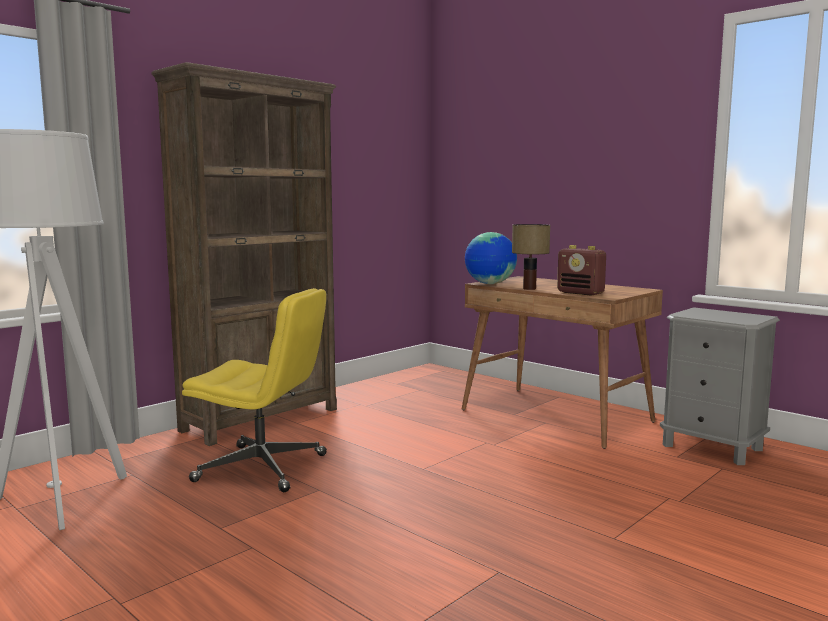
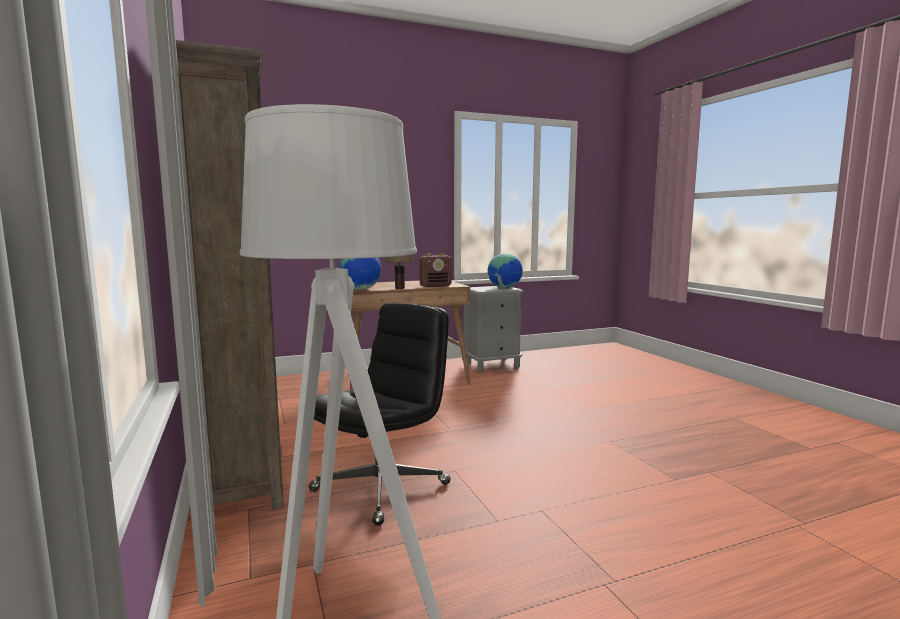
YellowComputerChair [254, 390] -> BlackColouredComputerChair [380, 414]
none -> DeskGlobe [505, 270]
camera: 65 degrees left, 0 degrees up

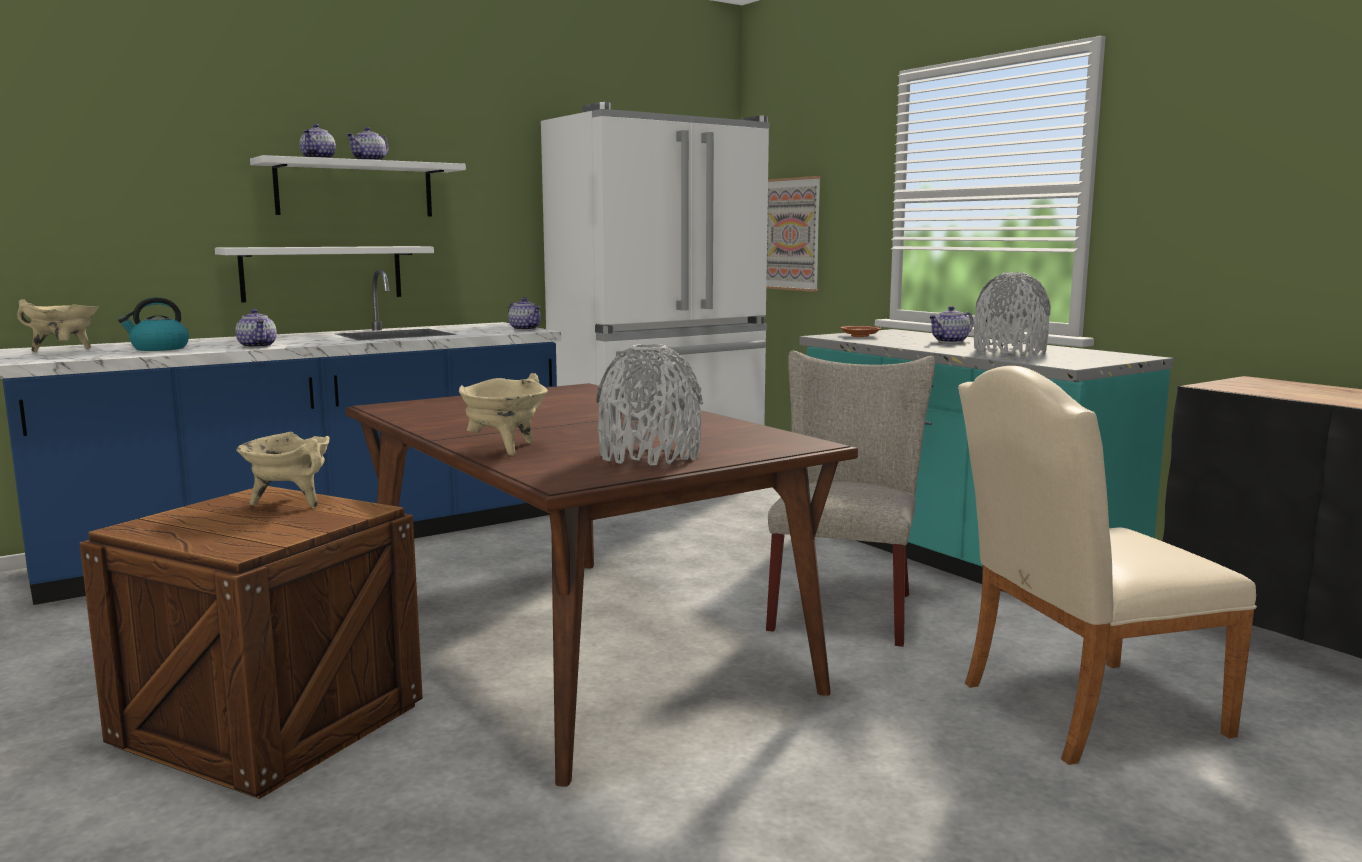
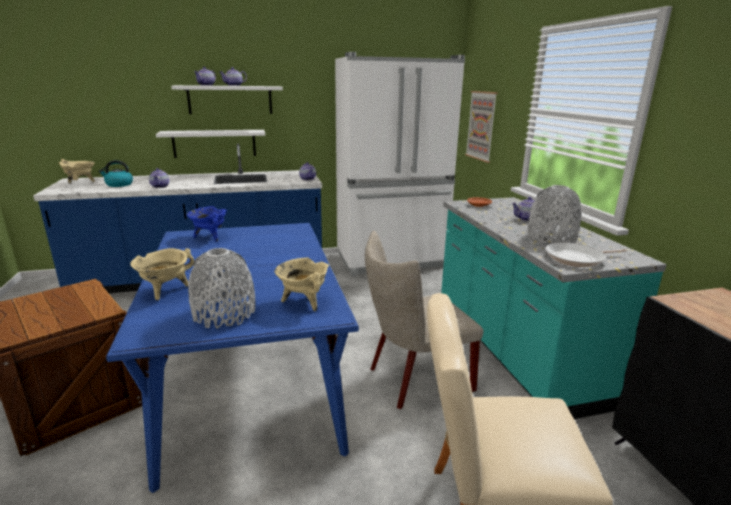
BrownishDiningTable [602, 585] -> BlueColouredDiningTable [232, 358]
none -> BlueColouredCookingPot [206, 224]
BeigeColouredCookingPot [283, 470] -> BeigeColouredCookingPot [301, 284], moved
BeigeColouredUprightChair [850, 499] -> BeigeColouredUprightChair [424, 320], 150 degrees counterclockwise
none -> FryingPan [586, 254]
camera: 20 degrees right, 10 degrees up

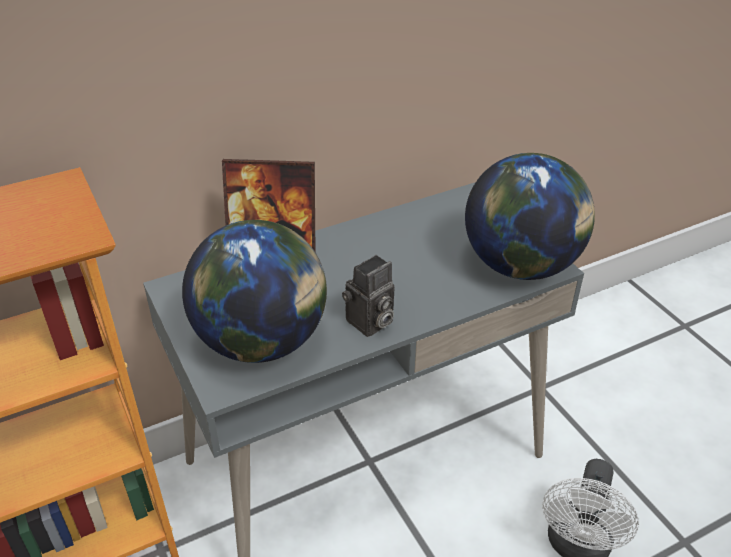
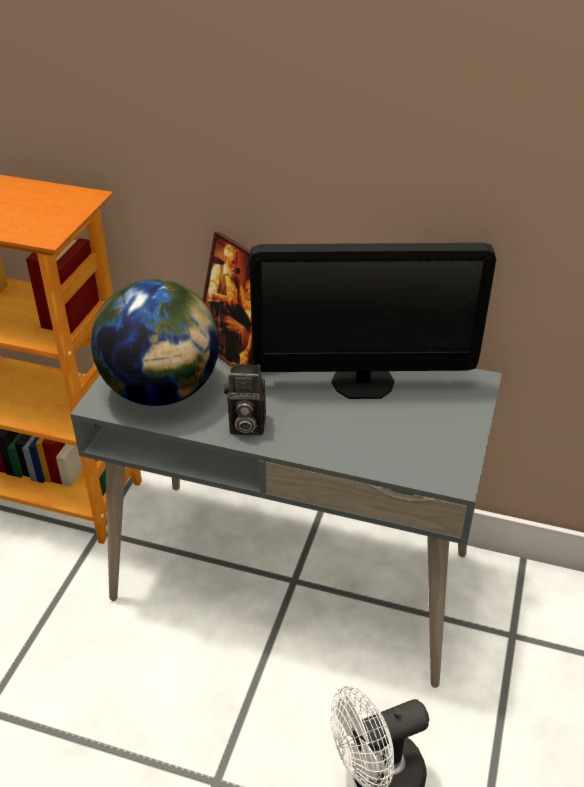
none -> Monitor [372, 321]
DeskGlobe [530, 216] -> none
camera: 45 degrees right, 0 degrees up

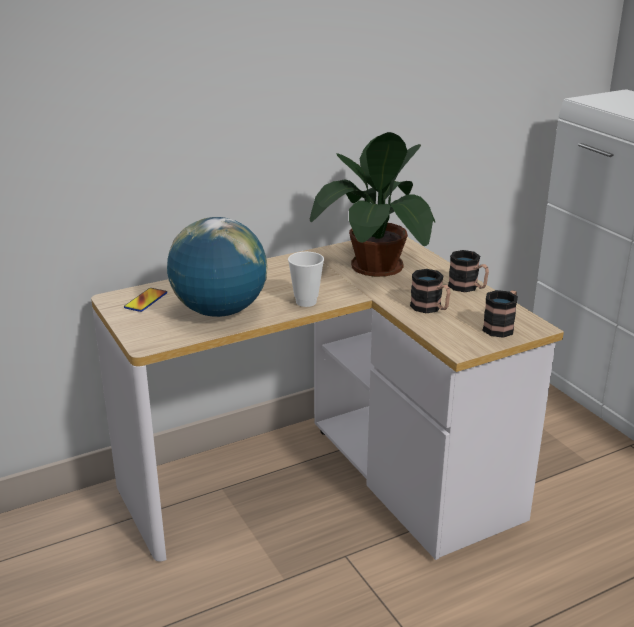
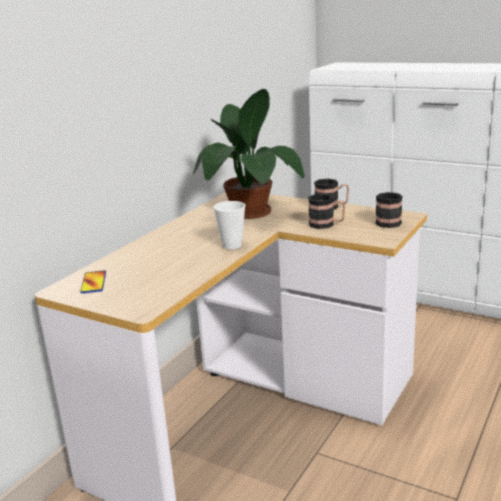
DeskGlobe [217, 267] -> none
camera: 30 degrees left, 5 degrees down

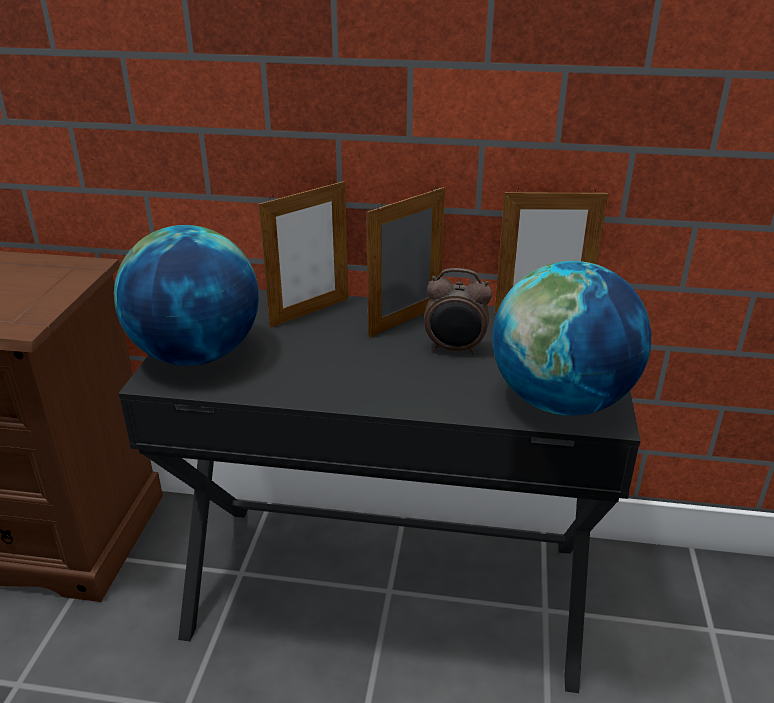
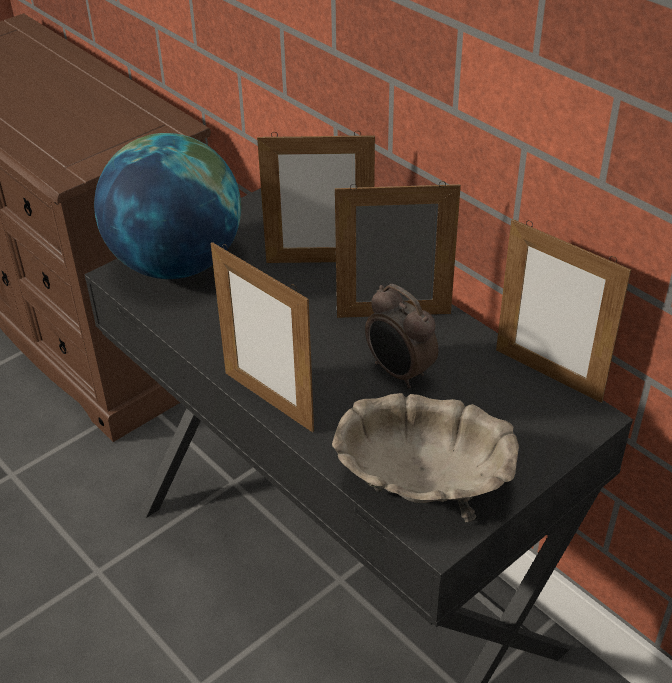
none -> PictureFrame [262, 337]
DeskGlobe [572, 338] -> BeigeColouredDeepDish [425, 458]
camera: 40 degrees right, 10 degrees up

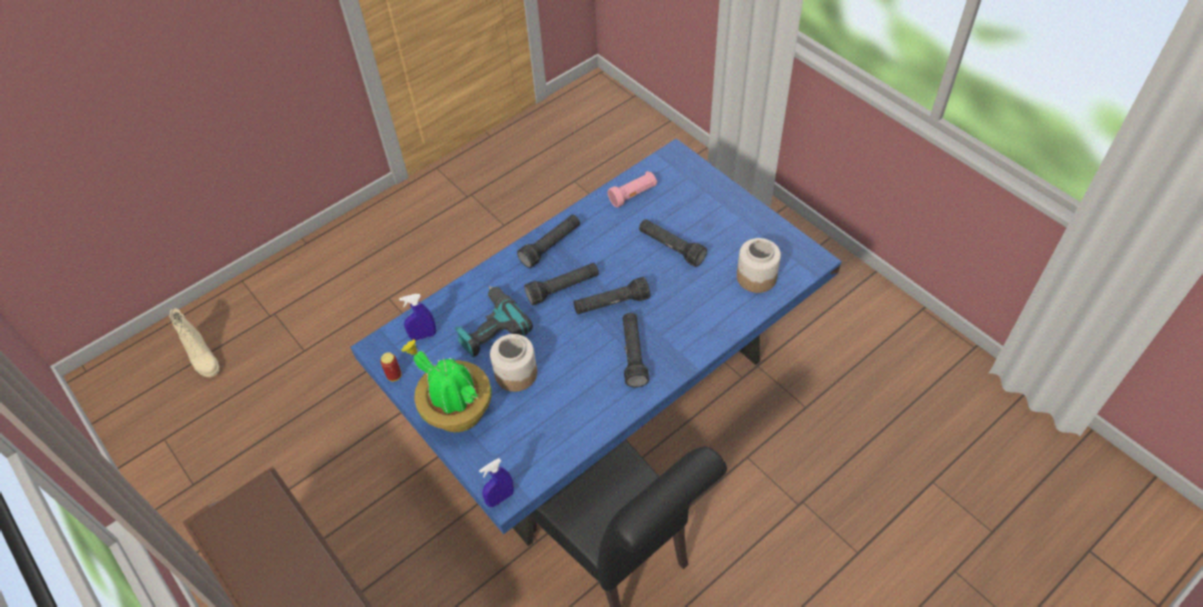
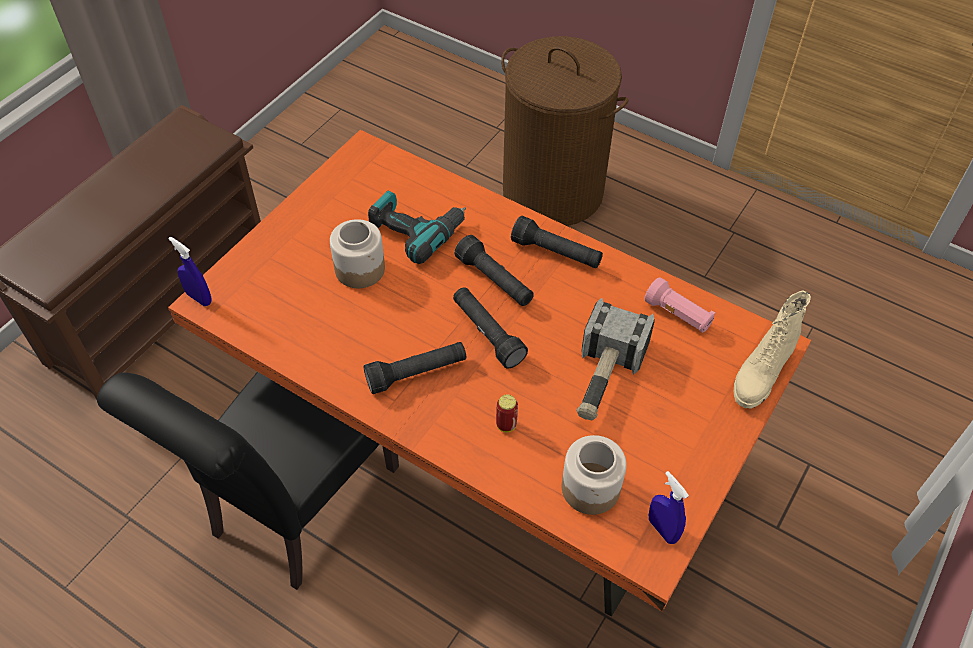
BlueColouredDiningTable [596, 342] -> OrangeDiningTable [489, 373]
MetalCan [391, 366] -> MetalCan [507, 413], moved
none -> BrownishHamper [564, 131]
BlackColouredFlashlight [673, 243] -> ToolHammer [615, 359]
BlueColouredSprayer [417, 317] -> BlueColouredSprayer [669, 507], moved
BeigeColouredTallBoot [194, 342] -> BeigeColouredTallBoot [772, 350], moved
Houseplant [446, 385] -> none
camera: 70 degrees right, 0 degrees up

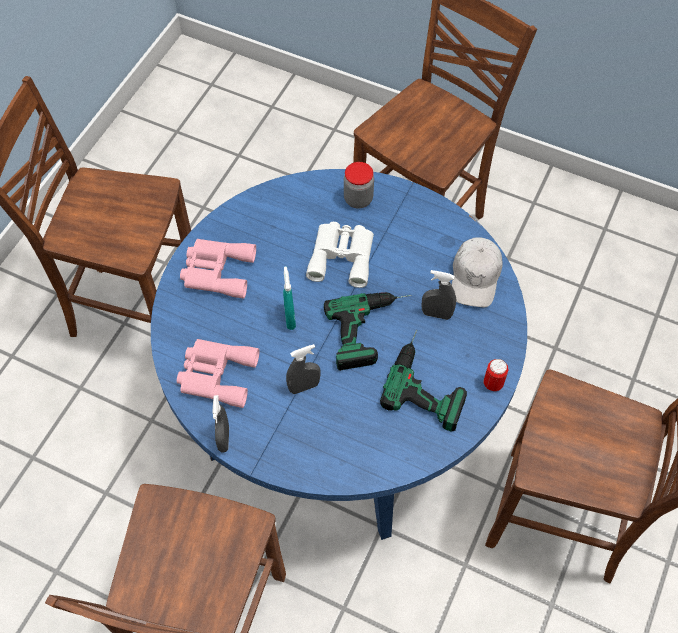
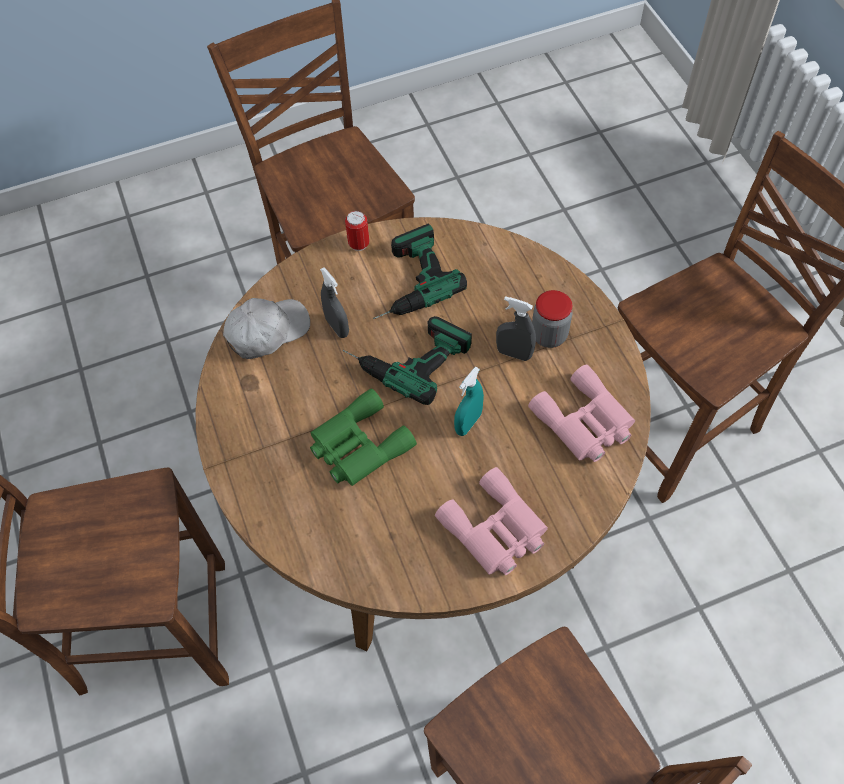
BlueColouredDiningTable [339, 354] -> BrownishDiningTable [423, 434]
WhiteFieldGlasses [340, 255] -> GreenishFieldGlasses [363, 437]
PreserveJar [359, 185] -> PreserveJar [552, 319], moved
GreyishSprayer [220, 424] -> none
camera: 135 degrees left, 0 degrees up

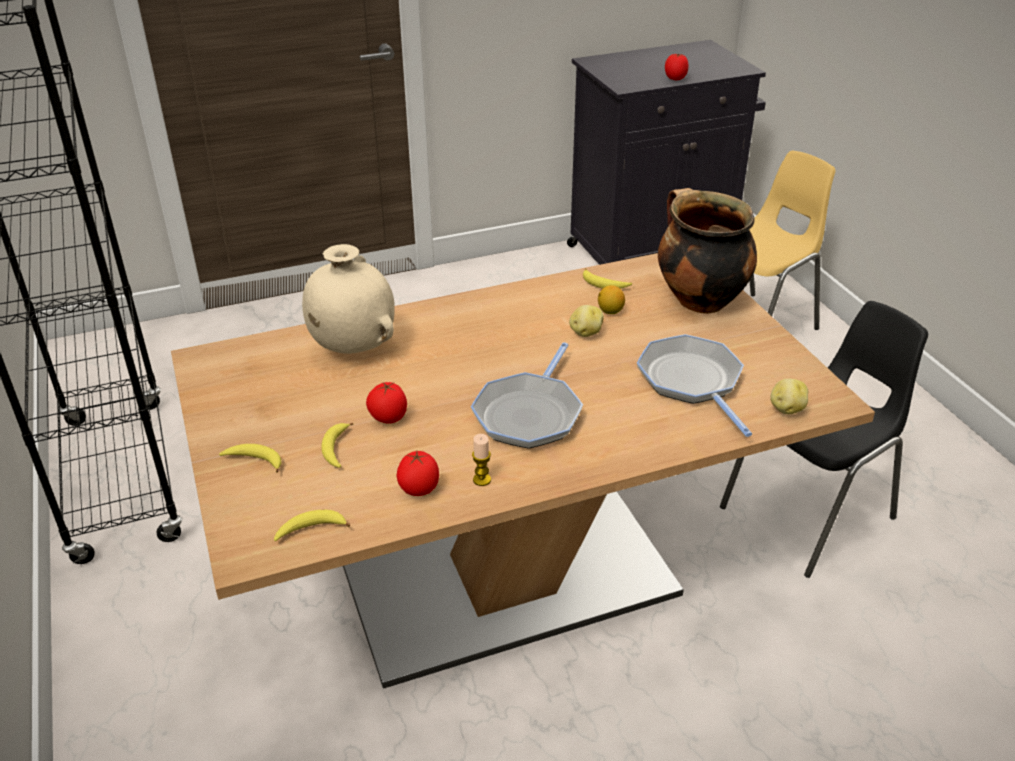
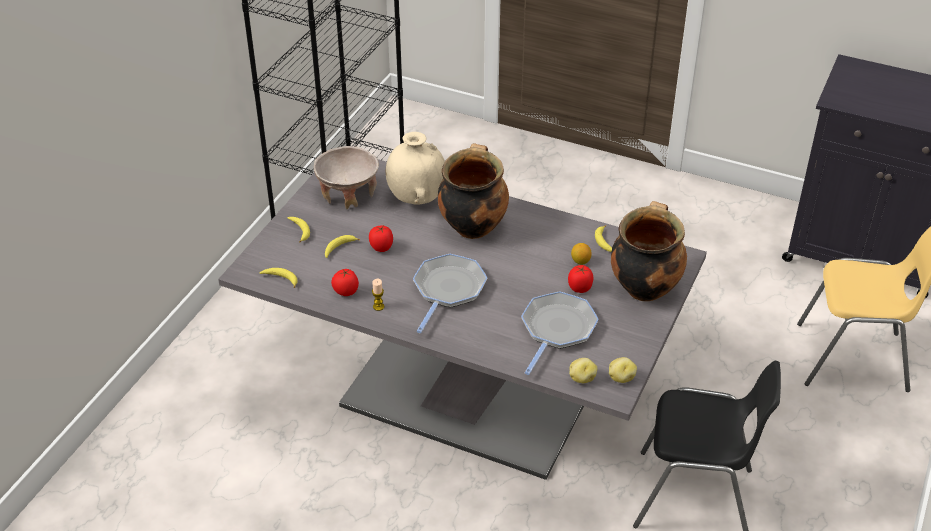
BrownishDiningTable [523, 471] -> GreyishDiningTable [462, 319]
none -> BeigeColouredDeepDish [346, 178]
FryingPan [527, 395] -> FryingPan [450, 293], 135 degrees clockwise
none -> CookingPot [473, 191]
WholeTomato [677, 67] -> WholeTomato [580, 279], moved
WholePotato [586, 321] -> WholePotato [623, 370], moved
camera: 45 degrees right, 5 degrees up

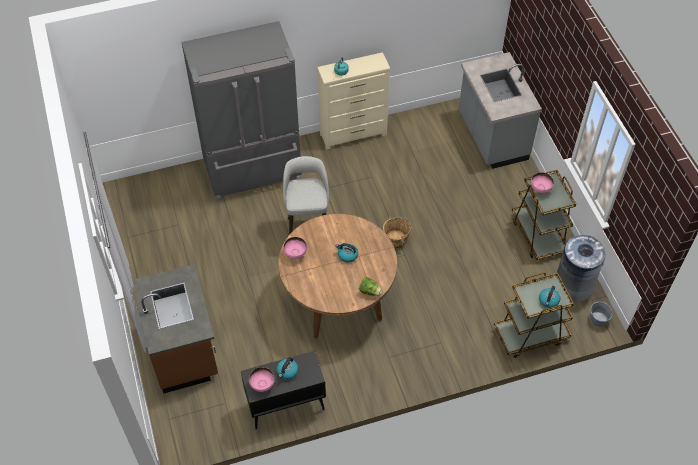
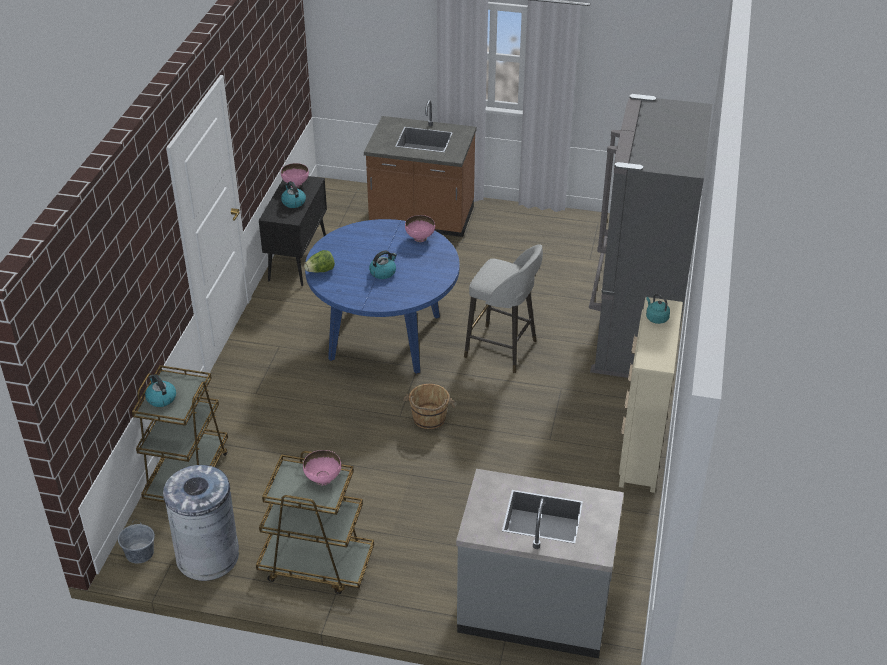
BrownishDiningTable [337, 276] -> BlueColouredDiningTable [382, 296]
camera: 120 degrees right, 15 degrees down

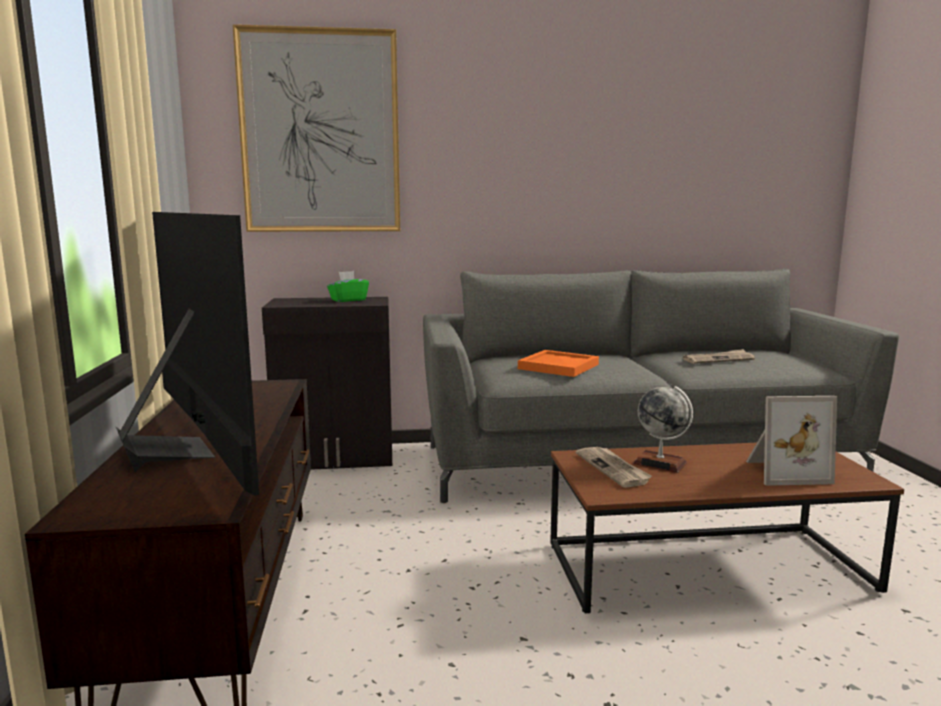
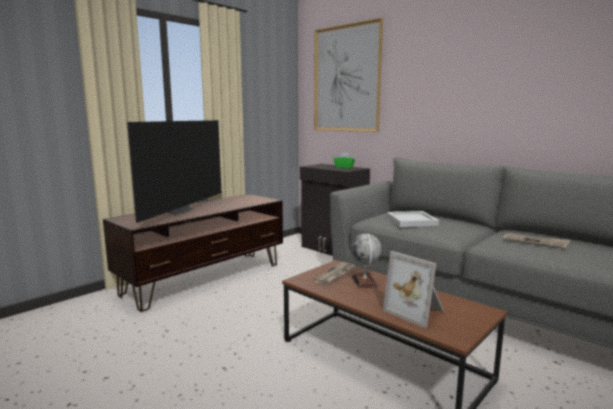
OrangeCarryingTray [558, 363] -> WhiteCarryingTray [413, 219]
camera: 50 degrees right, 0 degrees up

